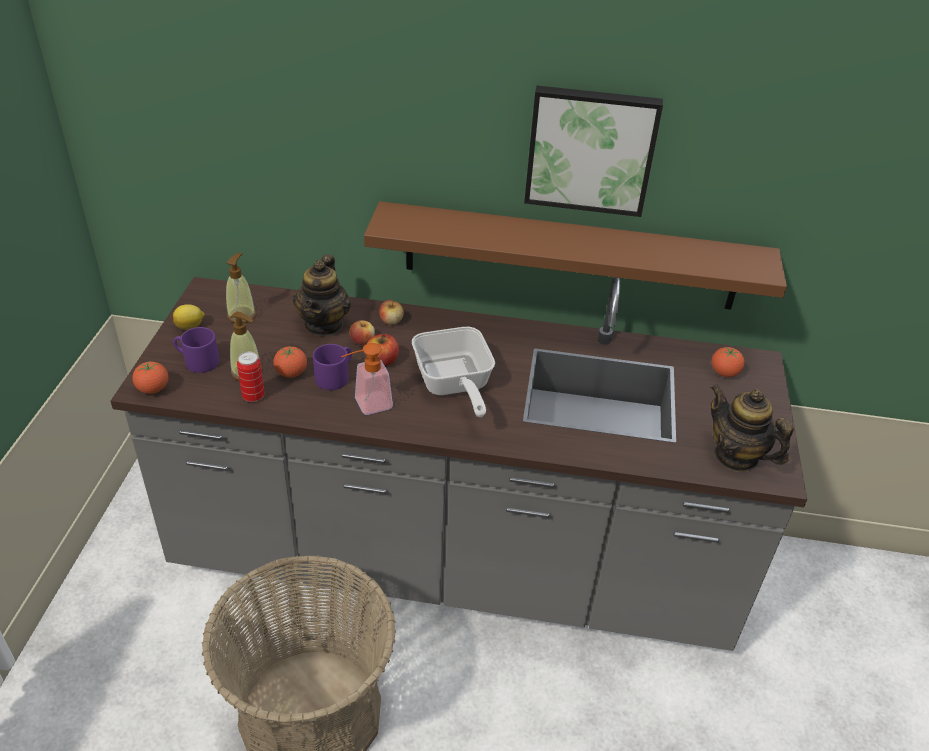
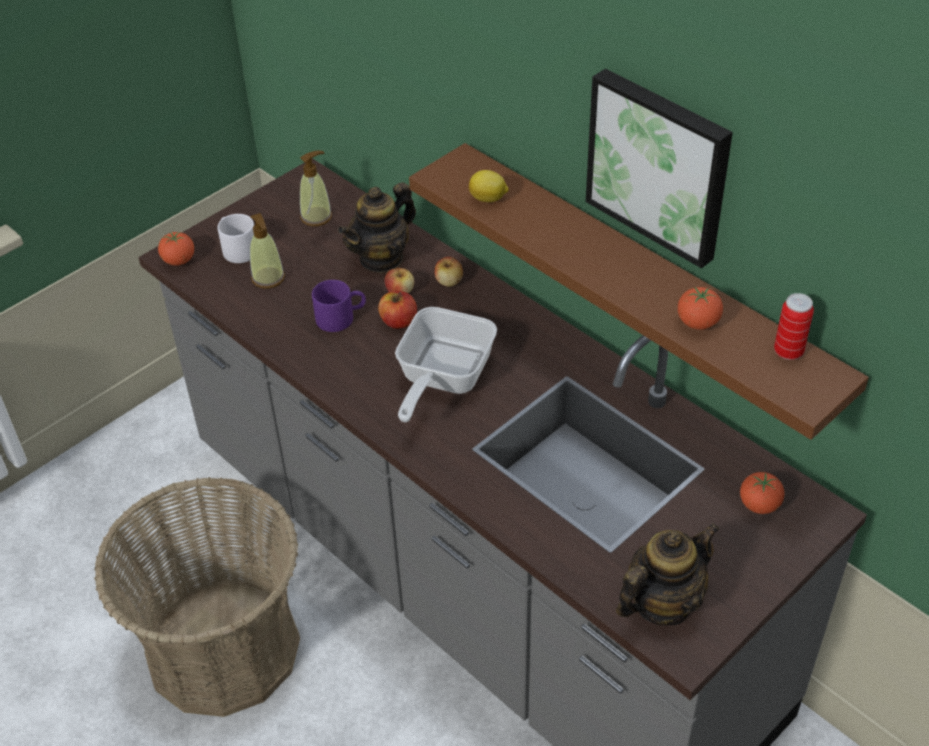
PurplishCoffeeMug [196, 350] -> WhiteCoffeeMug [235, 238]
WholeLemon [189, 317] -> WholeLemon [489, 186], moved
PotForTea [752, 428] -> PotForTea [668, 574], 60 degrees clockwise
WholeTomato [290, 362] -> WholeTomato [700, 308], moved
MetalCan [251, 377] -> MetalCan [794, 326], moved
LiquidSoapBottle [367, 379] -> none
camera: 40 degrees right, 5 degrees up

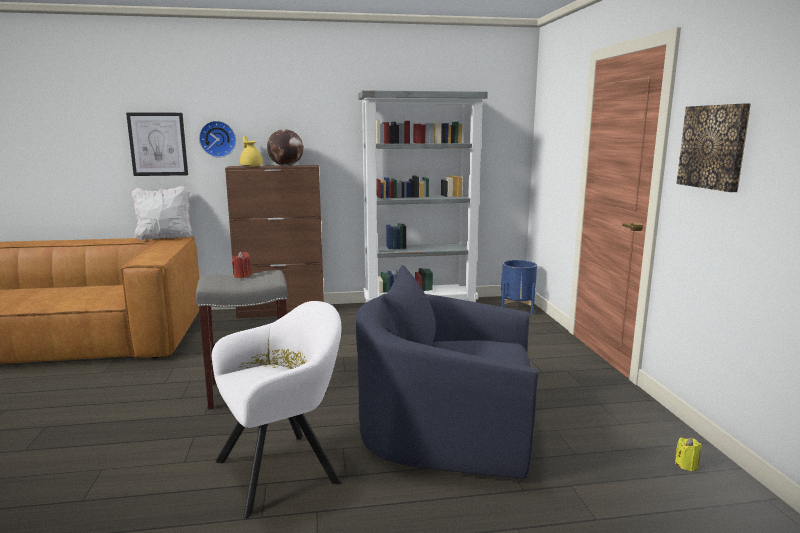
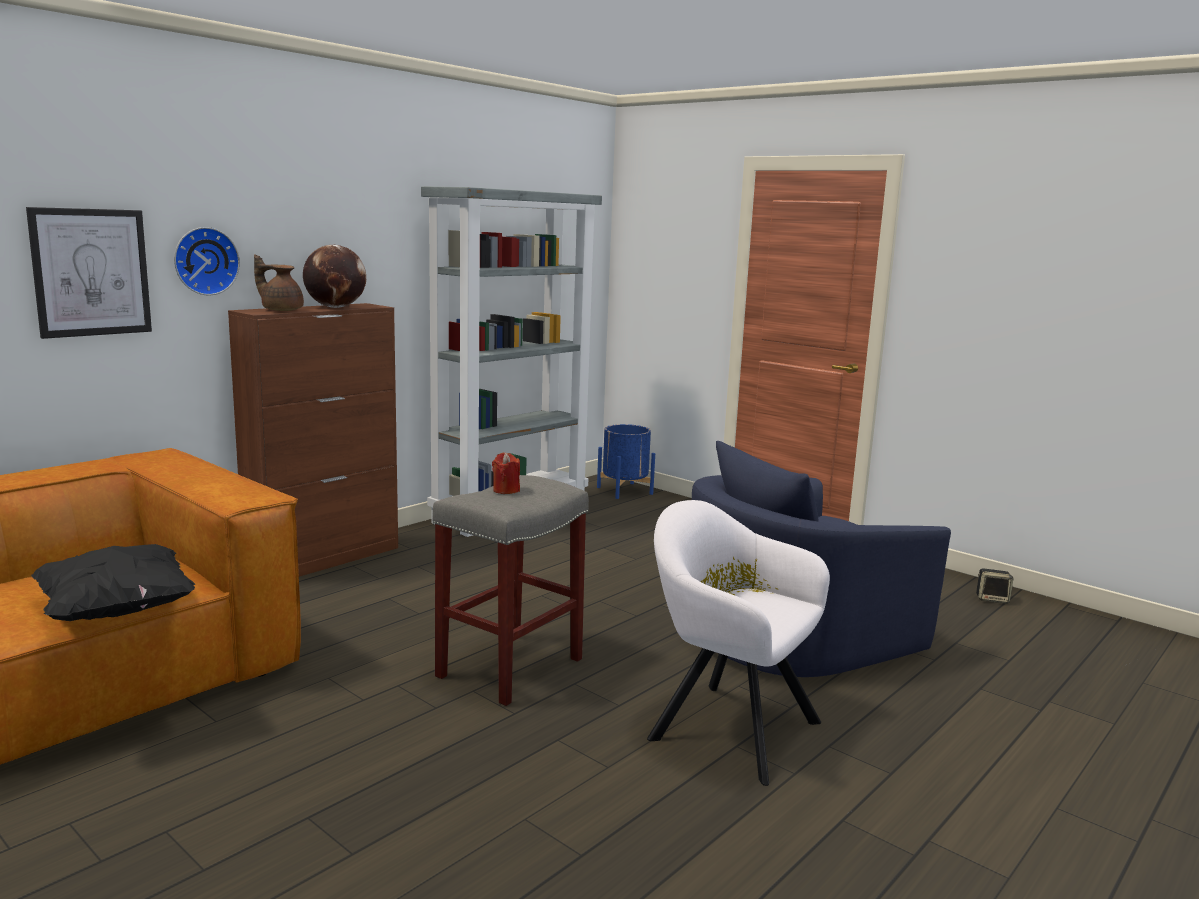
none -> BlackColouredPillow [113, 582]
YellowPotForTea [251, 151] -> BrownishPotForTea [279, 282]
WhiteEasyChair [277, 410] -> WhiteEasyChair [738, 643], 75 degrees counterclockwise
YellowCandle [688, 454] -> AudioSpeaker [994, 586]
WhitePillow [161, 213] -> none
WallArt [713, 147] -> none
camera: 40 degrees left, 0 degrees up

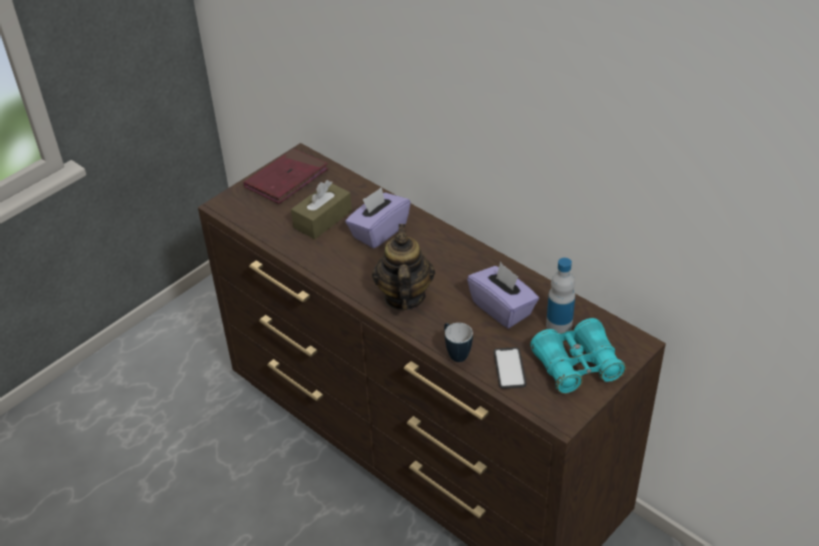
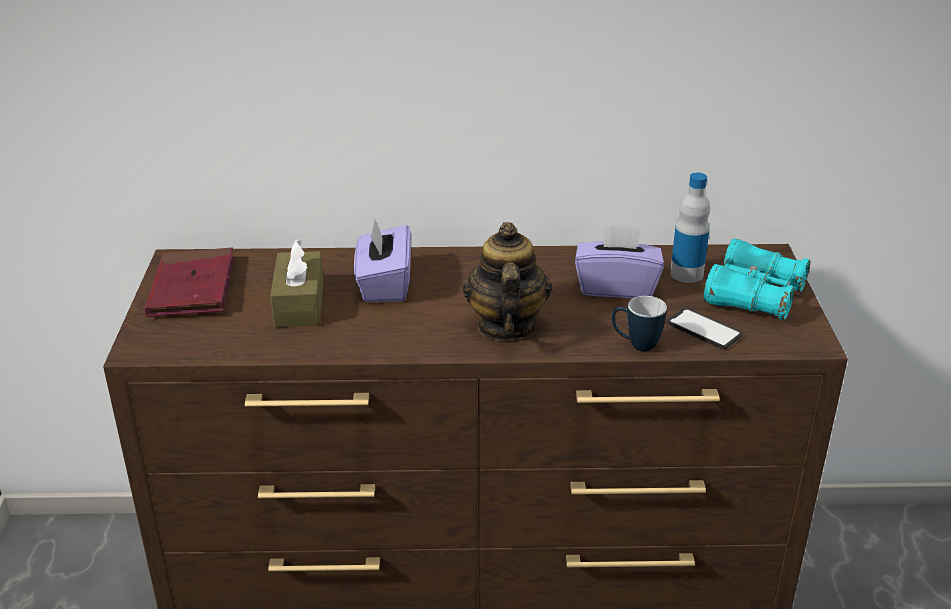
PotForTea [403, 267] -> PotForTea [507, 281], 45 degrees clockwise
camera: 45 degrees left, 10 degrees down

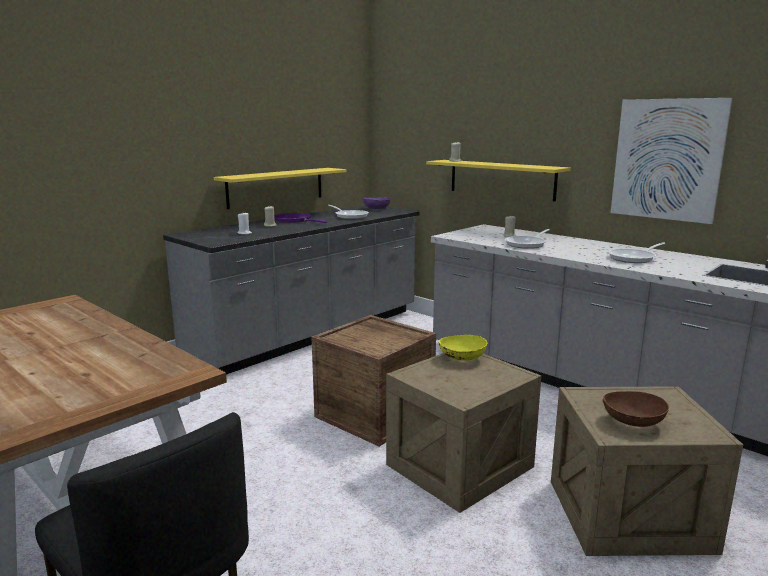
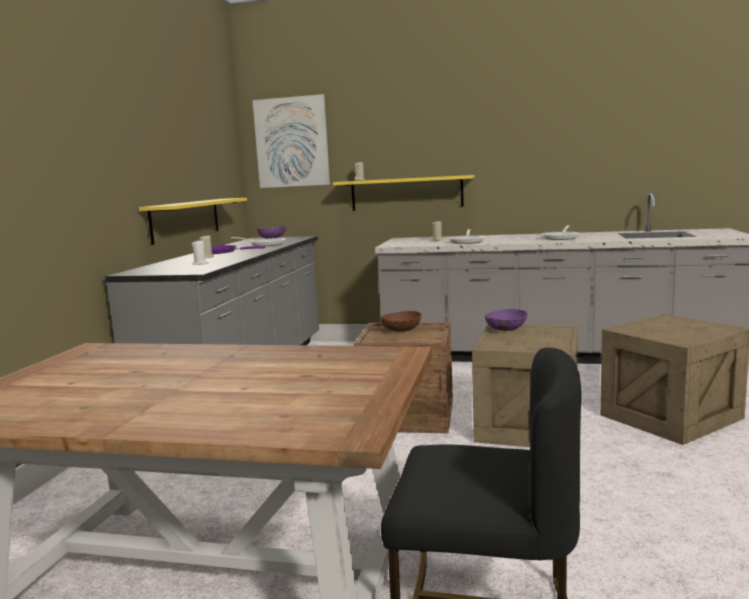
WallArt [671, 161] -> WallArt [291, 141], moved
BrownishDeepDish [635, 409] -> BrownishDeepDish [401, 321], moved
YellowDeepDish [462, 348] -> PurplishDeepDish [506, 320]
camera: 30 degrees left, 5 degrees down

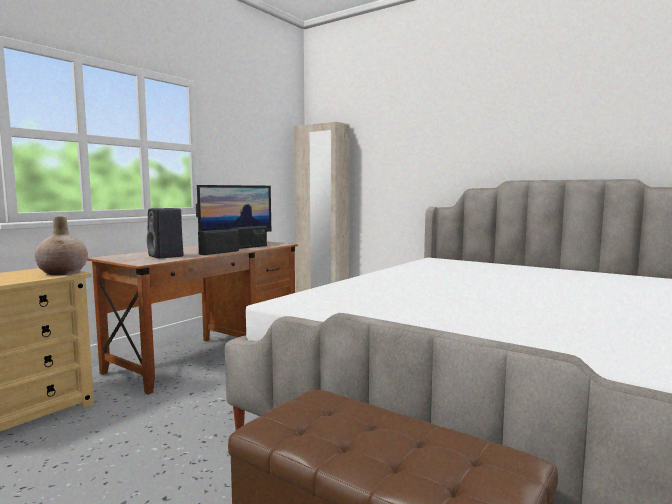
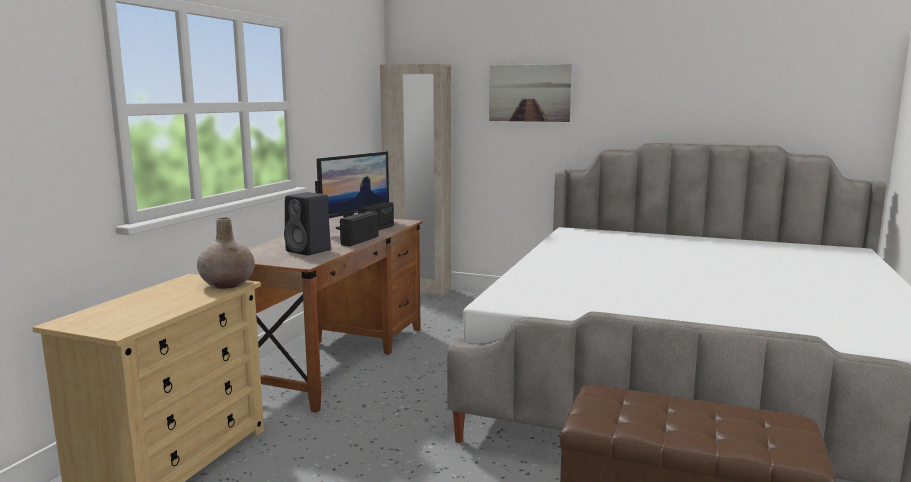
none -> WallArt [530, 93]
camera: 15 degrees left, 5 degrees up

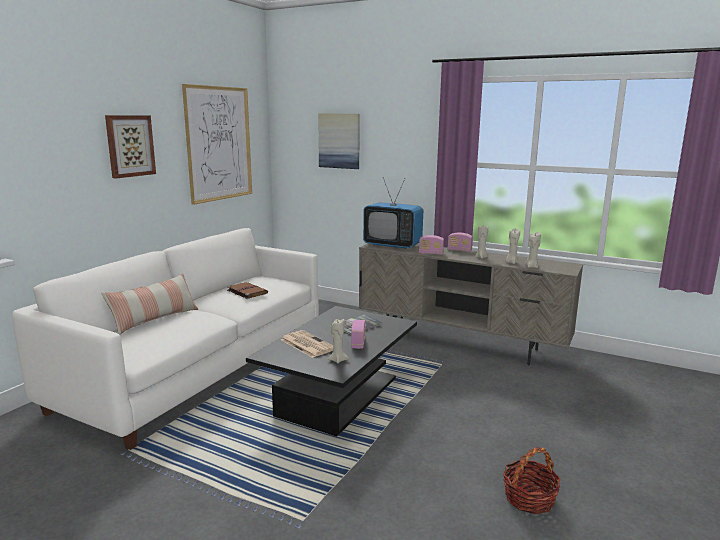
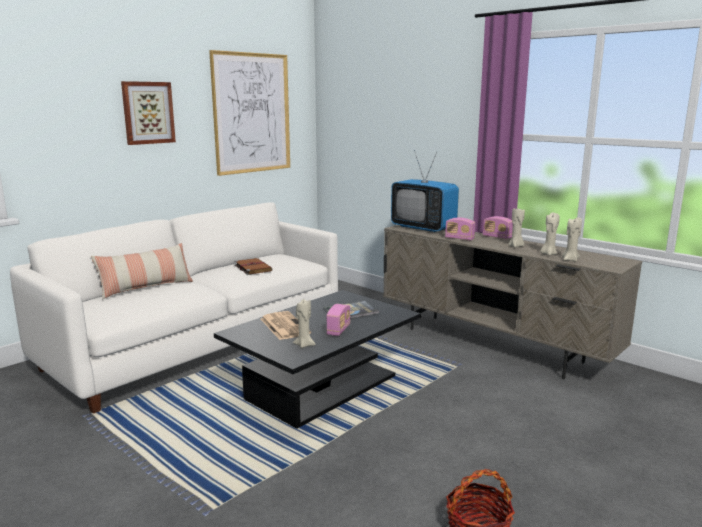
WallArt [339, 141] -> none
camera: 15 degrees right, 0 degrees up

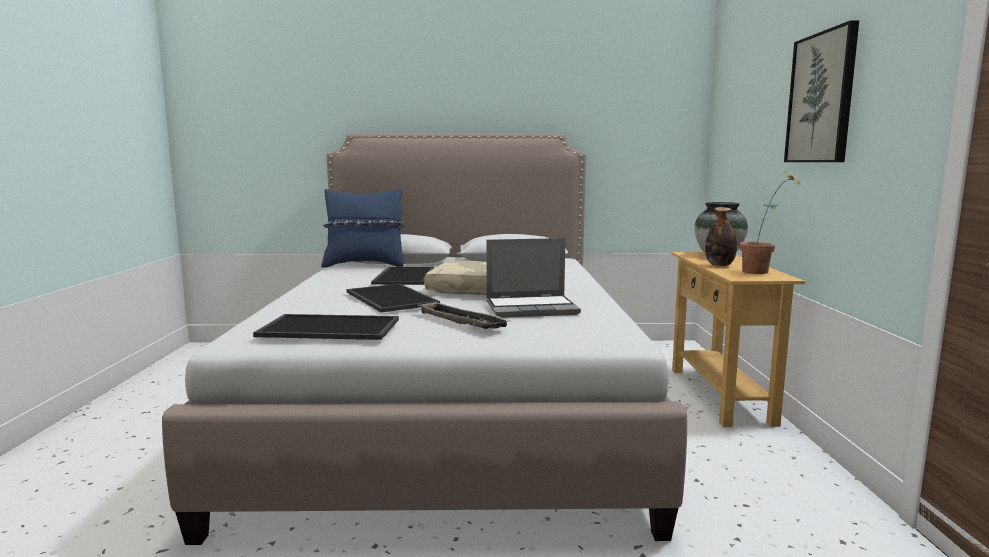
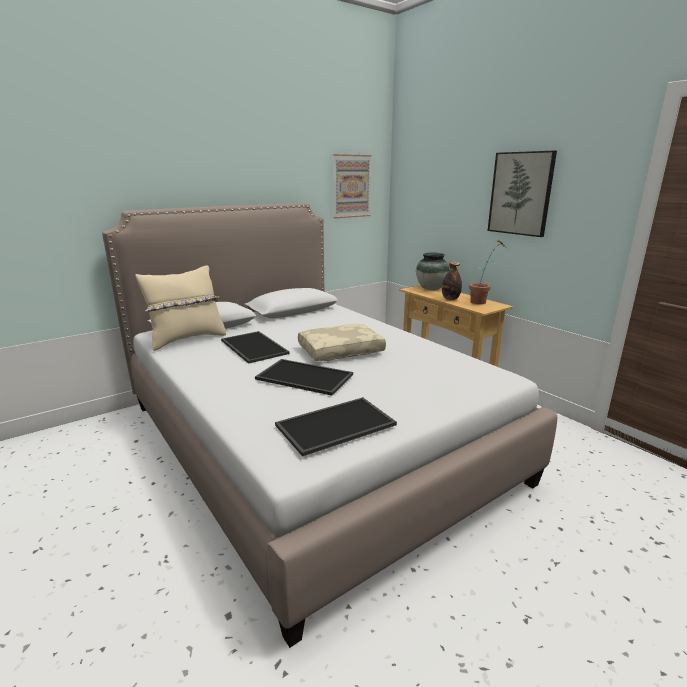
BlueColouredPillow [363, 228] -> BeigeColouredPillow [180, 308]
none -> WallArt [352, 186]
CarryingTray [463, 315] -> none
PortableComputer [533, 278] -> none
camera: 35 degrees left, 10 degrees up

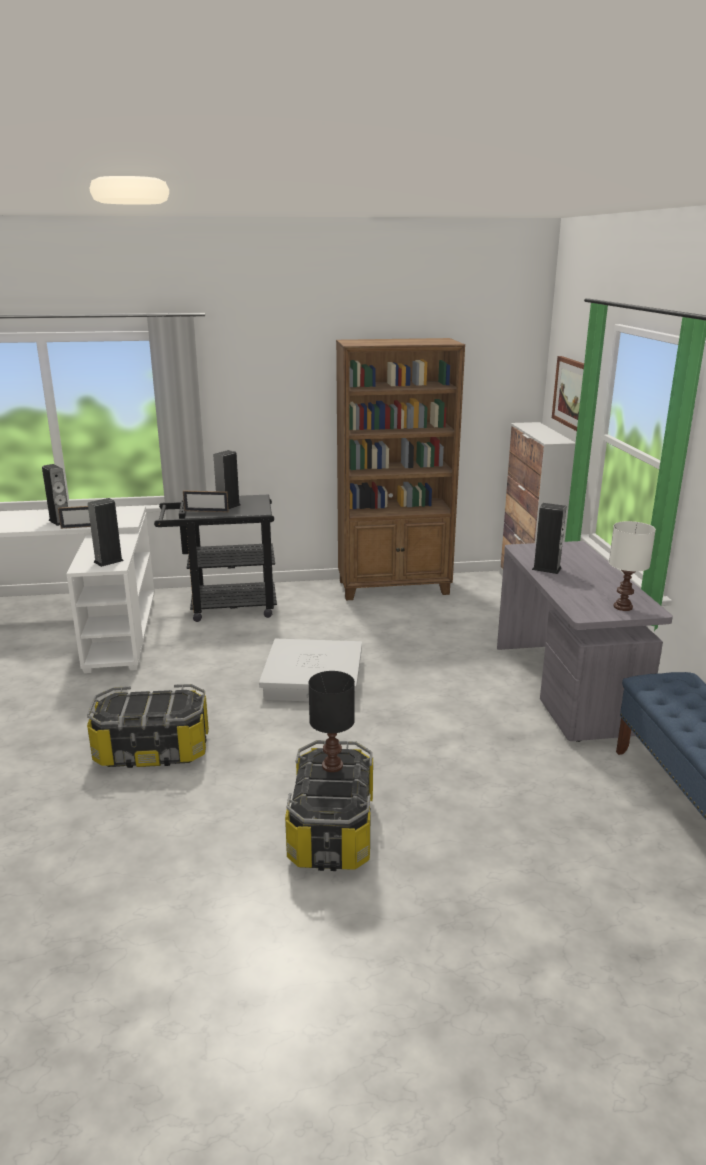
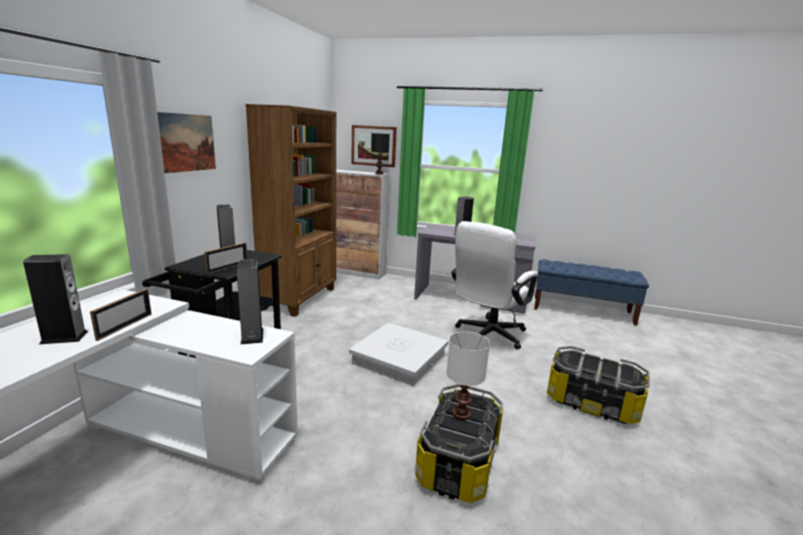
none -> WallArt [186, 142]
BlackColouredLampForATable [331, 721] -> BlackColouredLampForATable [380, 154], moved
WhiteLampForATable [632, 566] -> WhiteLampForATable [468, 375], moved
none -> WhiteComputerChair [494, 285]
camera: 65 degrees left, 5 degrees down

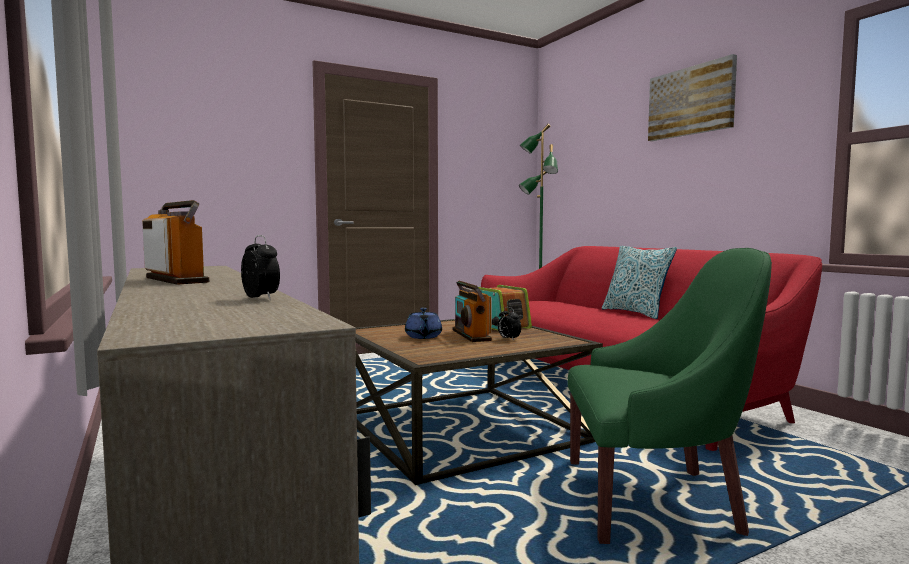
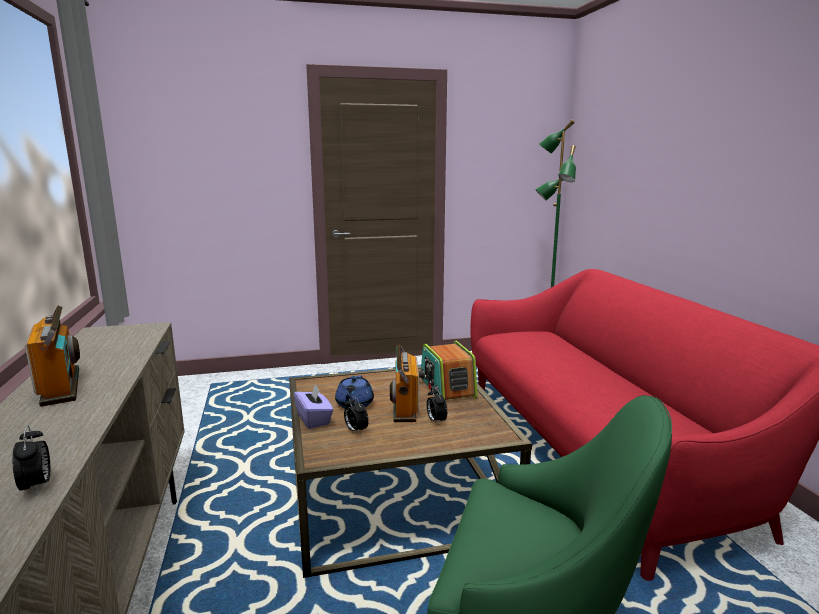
none -> PurplishTissueBox [313, 407]
none -> AlarmClock [356, 415]
Pillow [639, 282] -> none
WallArt [692, 97] -> none
camera: 15 degrees right, 10 degrees up

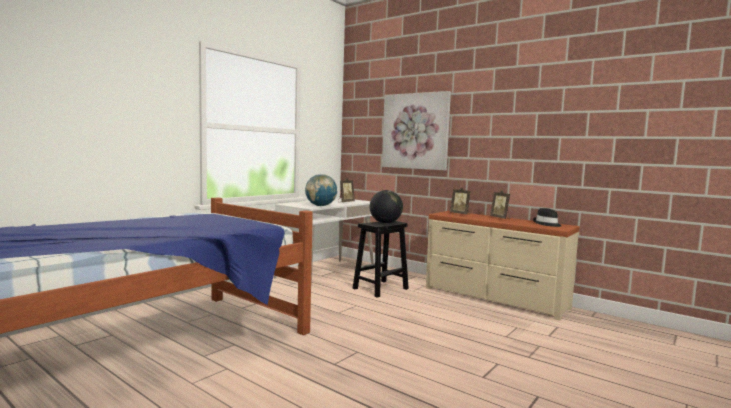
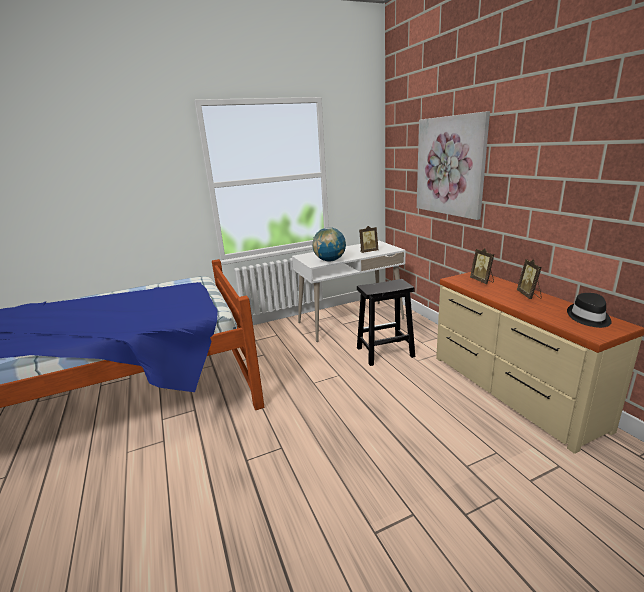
DeskGlobe [386, 207] -> none
camera: 30 degrees right, 15 degrees up

